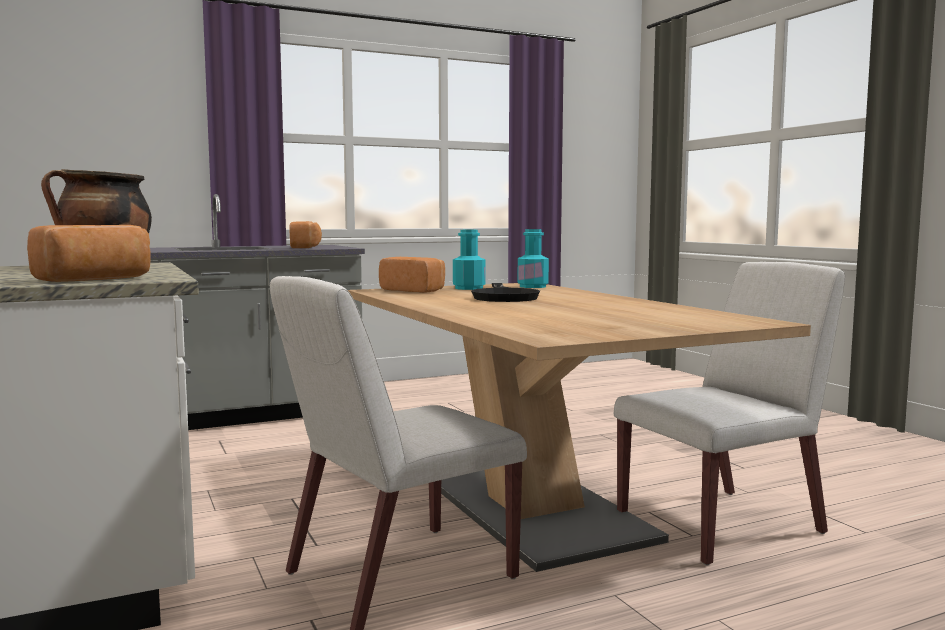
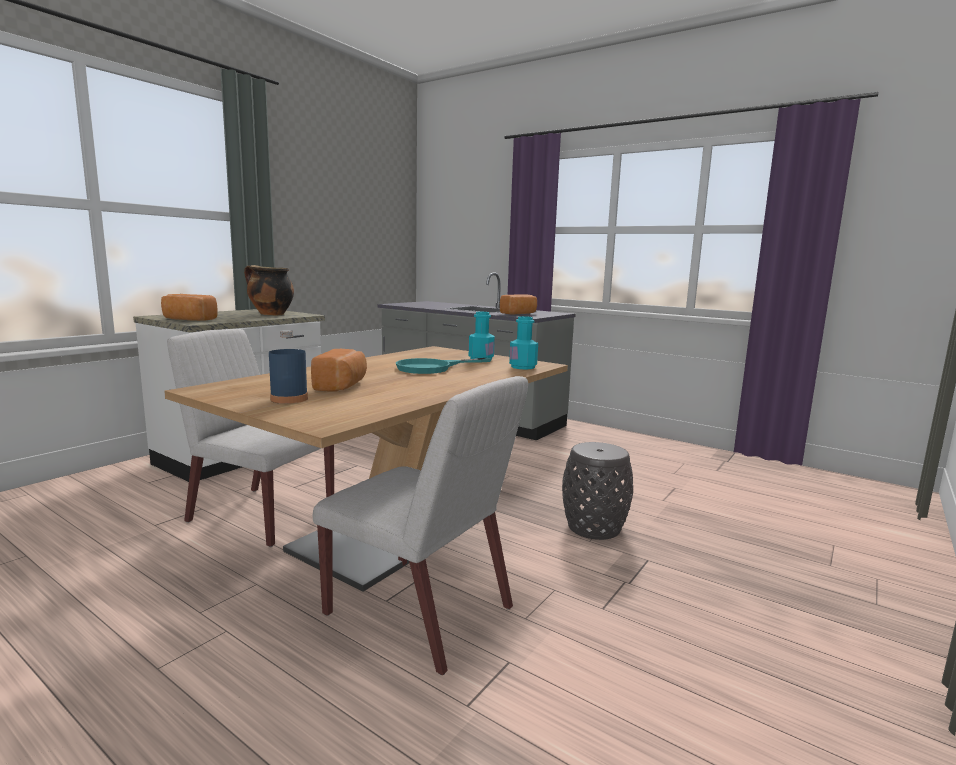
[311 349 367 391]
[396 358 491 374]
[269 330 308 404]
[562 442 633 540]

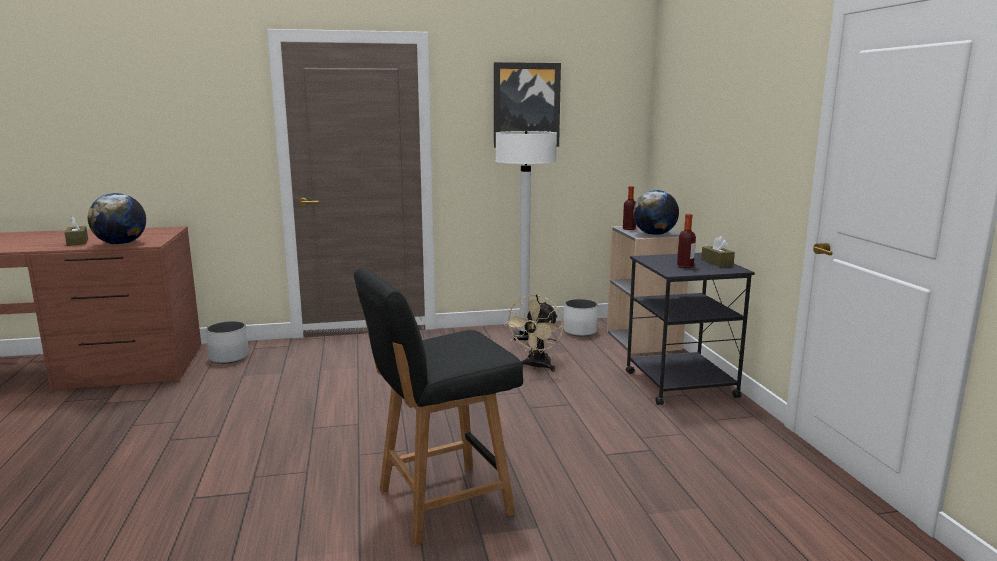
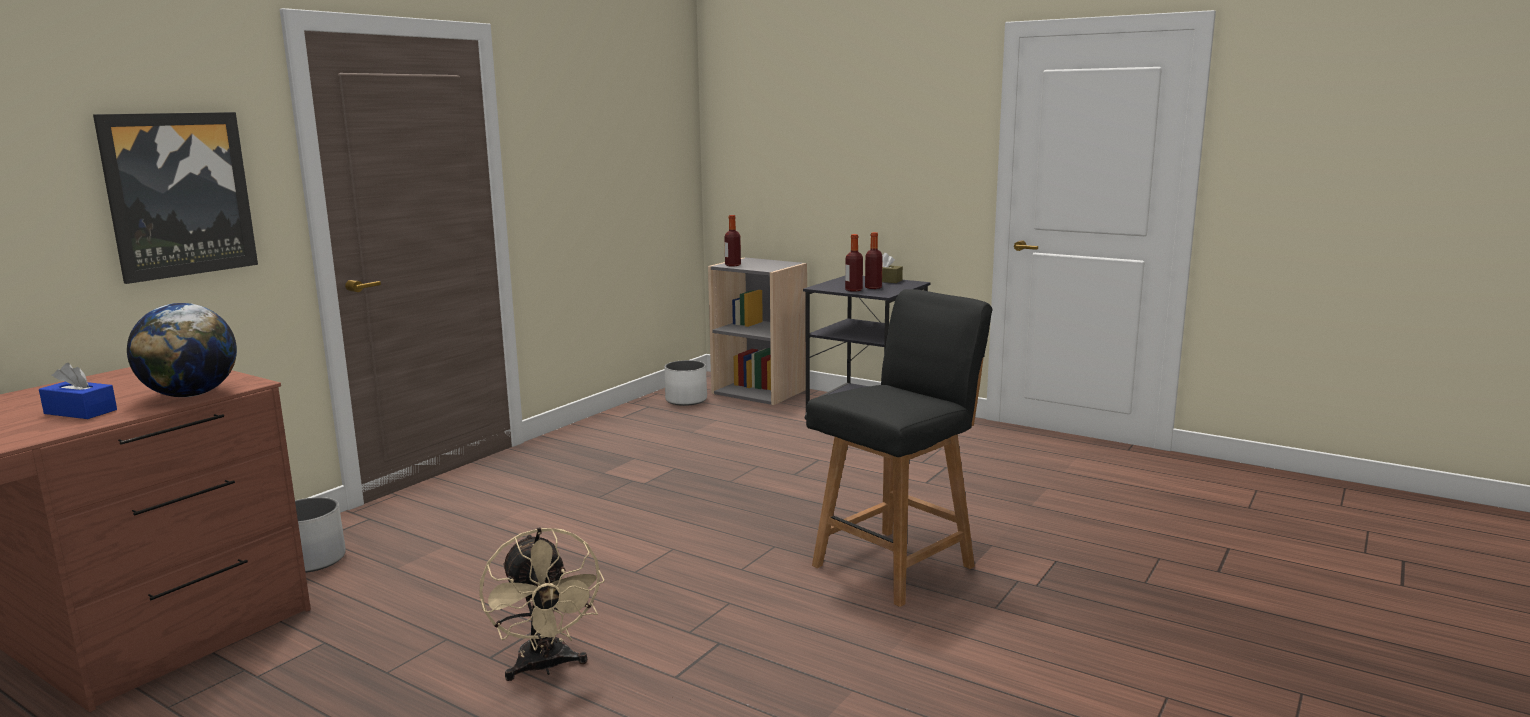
[39 363 117 419]
[806 289 993 607]
[93 112 258 284]
[496 131 557 340] (first image)
[479 527 605 681]
[633 190 679 235] (first image)
[845 234 863 292]

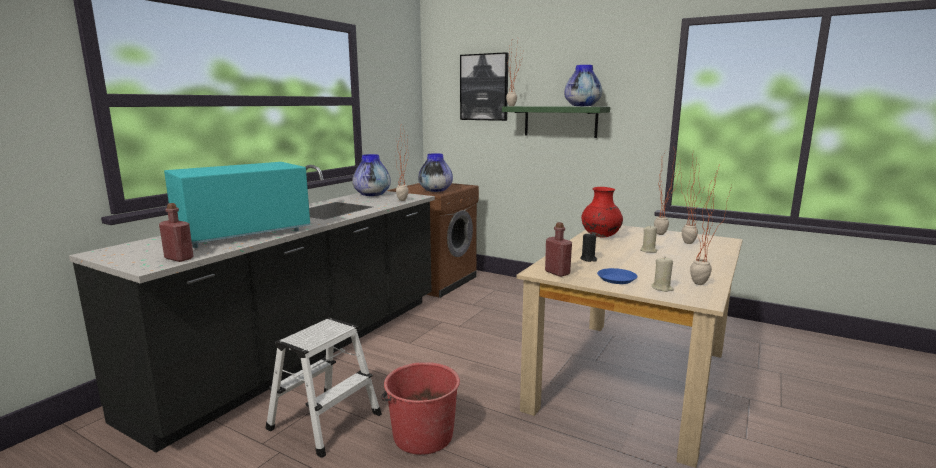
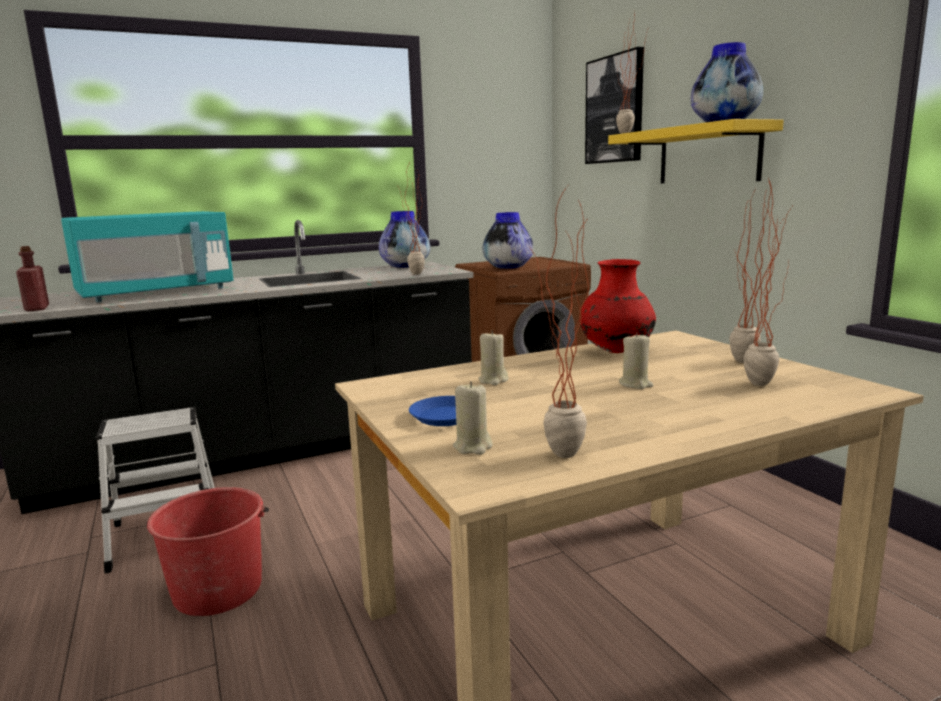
[61 211 233 302]
[608 119 784 183]
[545 222 572 277] (first image)
[478 330 509 385]

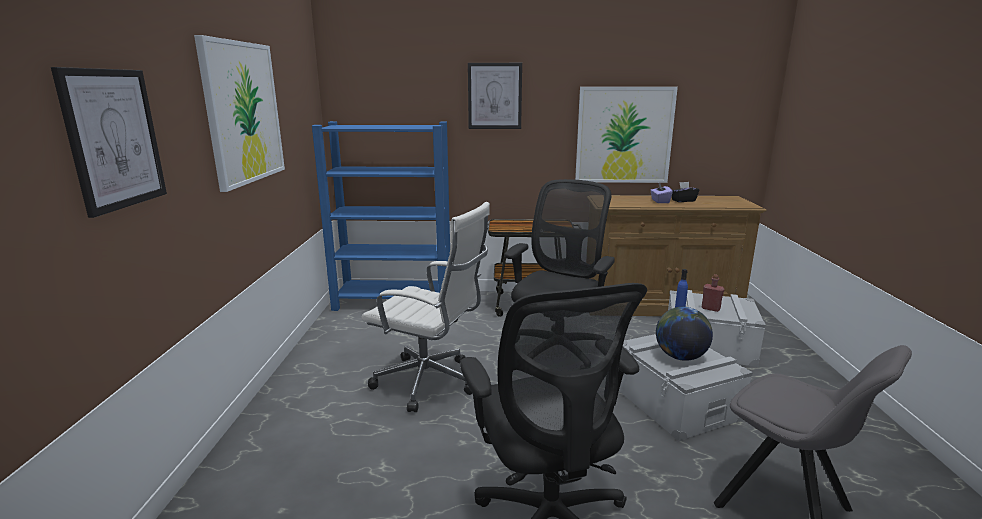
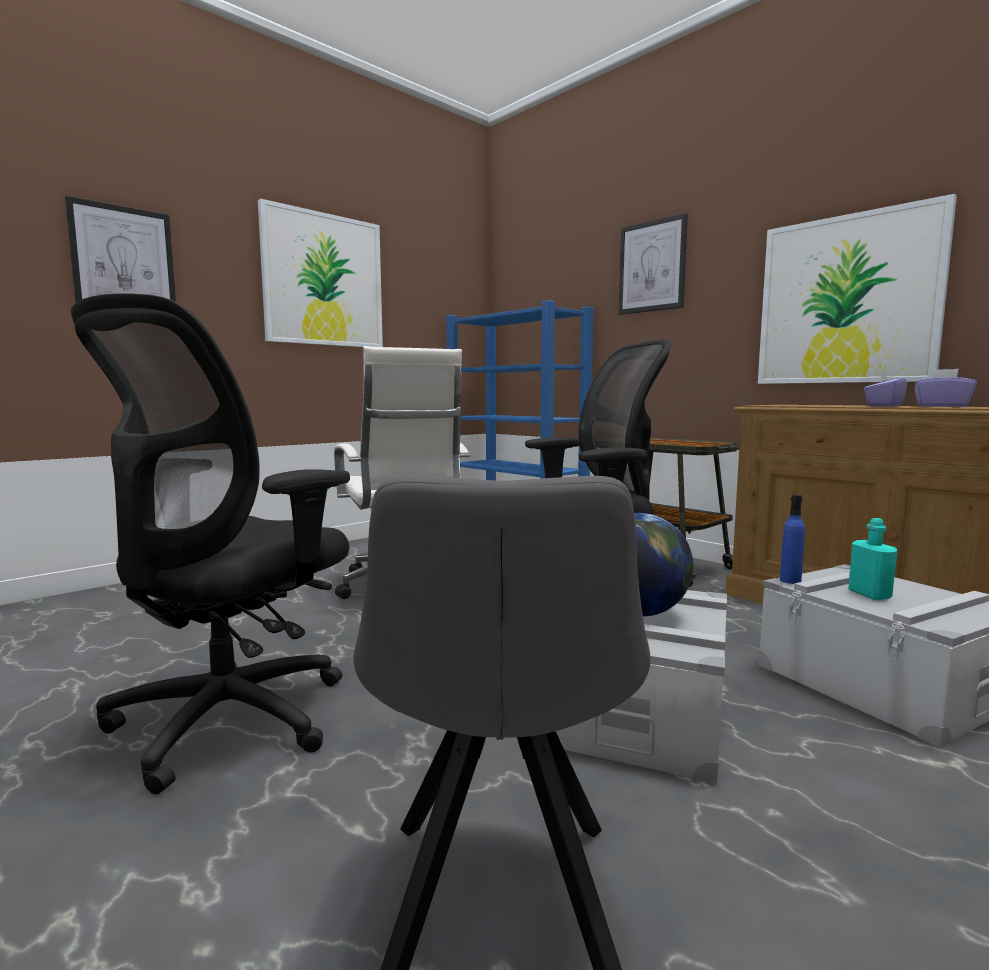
[914 369 977 407]
[849 518 898 600]

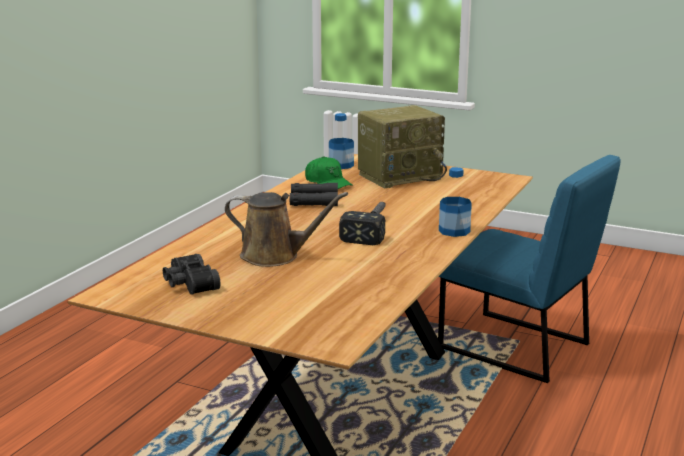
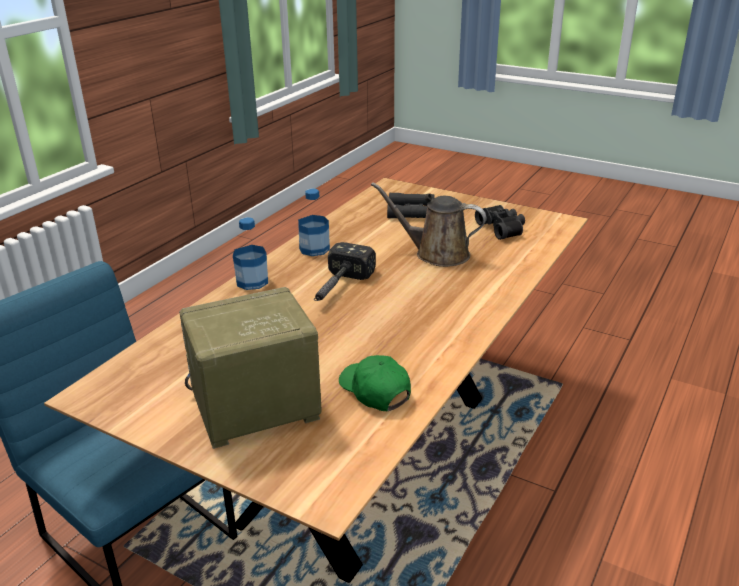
[387 192 434 218]
[298 189 330 256]

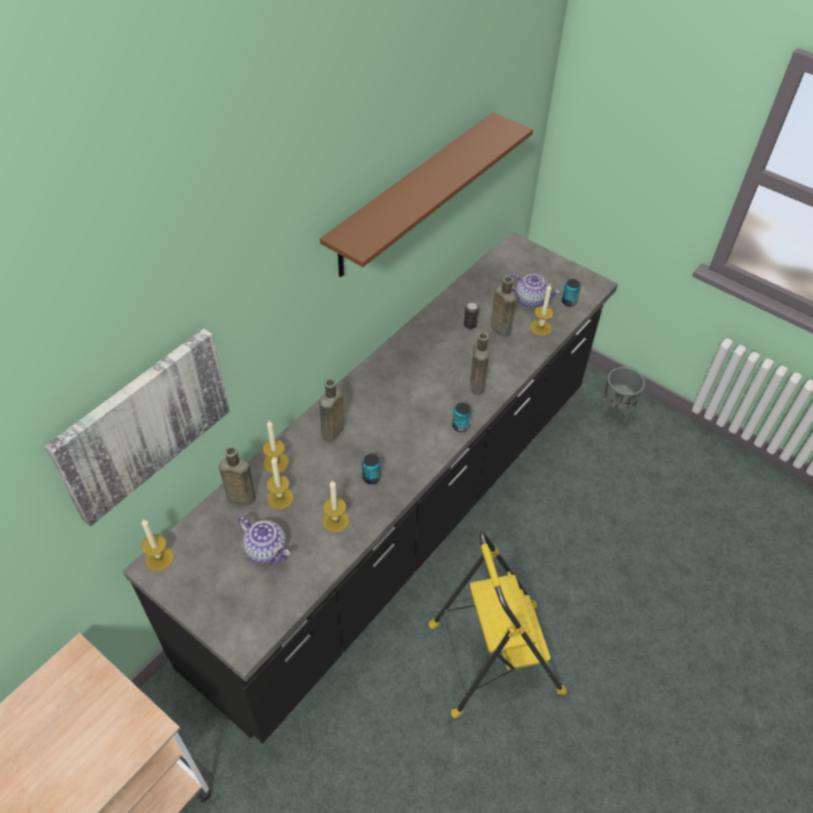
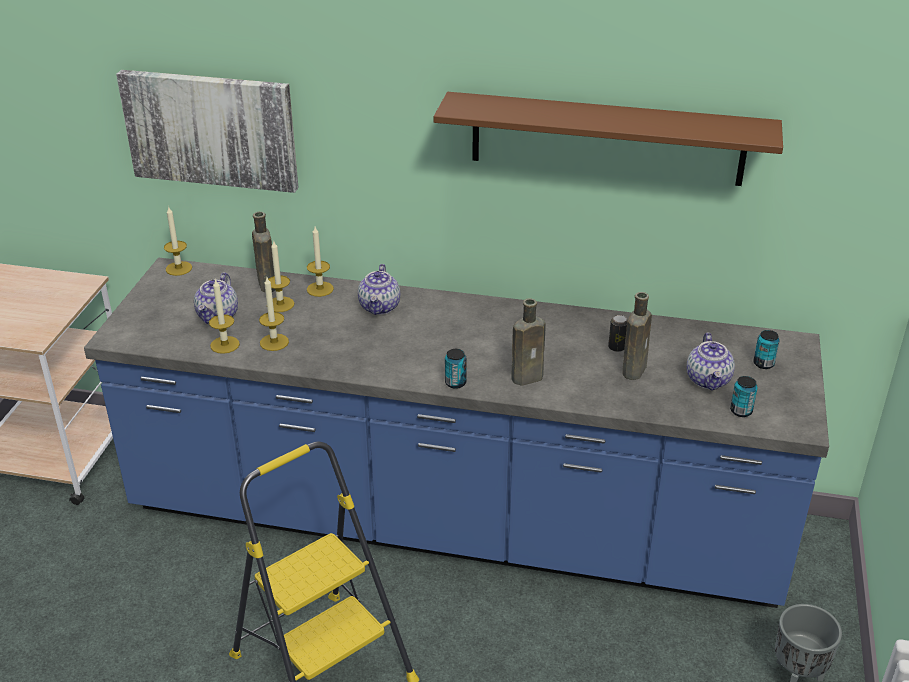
[84 258 829 608]
[358 264 400 315]
[753 330 780 369]
[209 279 240 354]

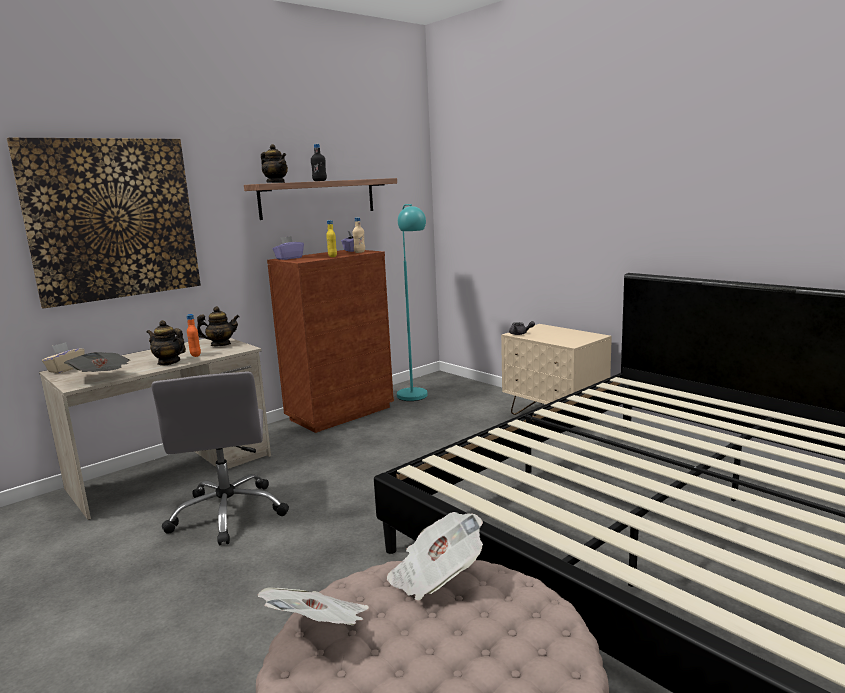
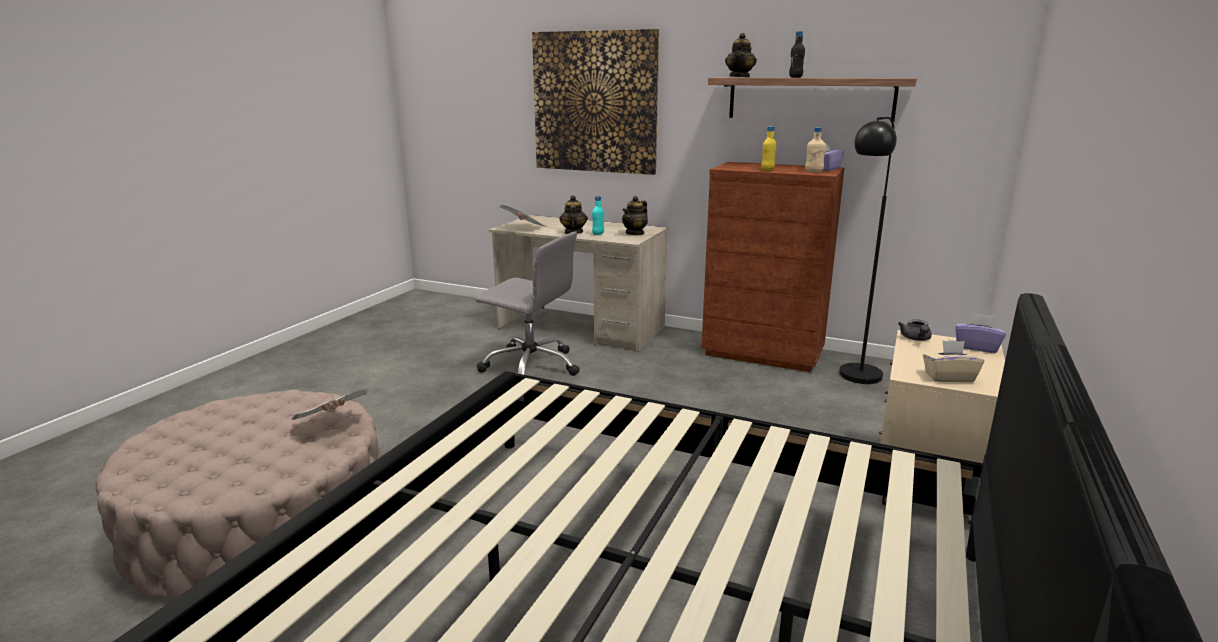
[923 340 984 382]
[476 231 580 376]
[592 196 604 235]
[622 196 648 235]
[258 587 369 625] (first image)
[955 313 1006 353]
[839 117 897 384]

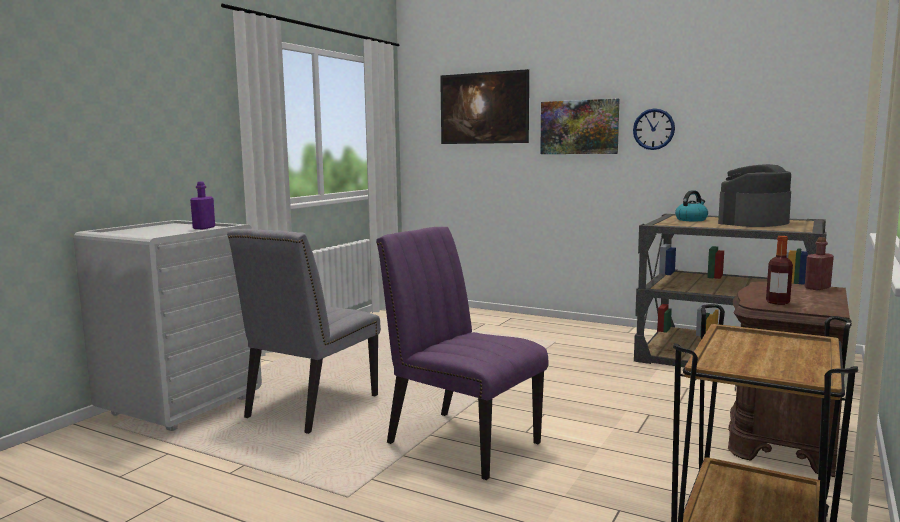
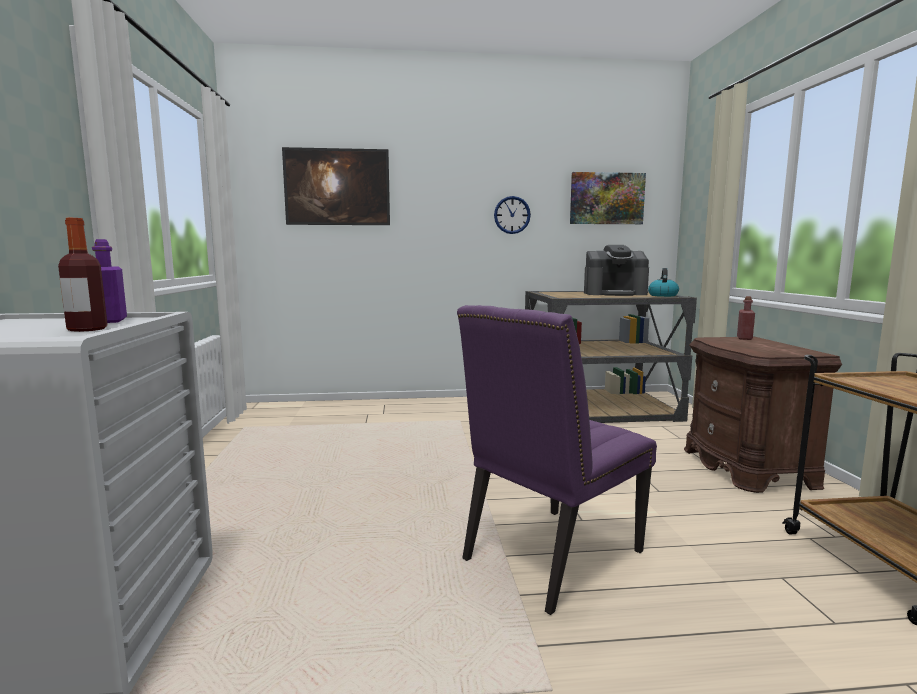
[227 229 381 434] (first image)
[457 305 657 615]
[570 172 646 224]
[648 268 679 297]
[584 245 649 296]
[58 218 108 332]

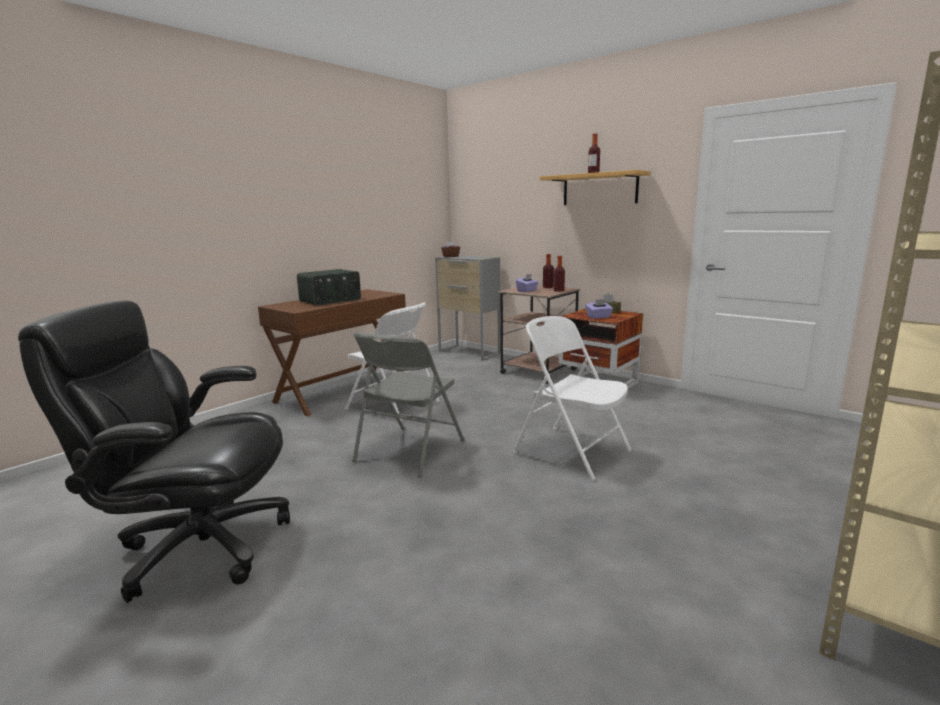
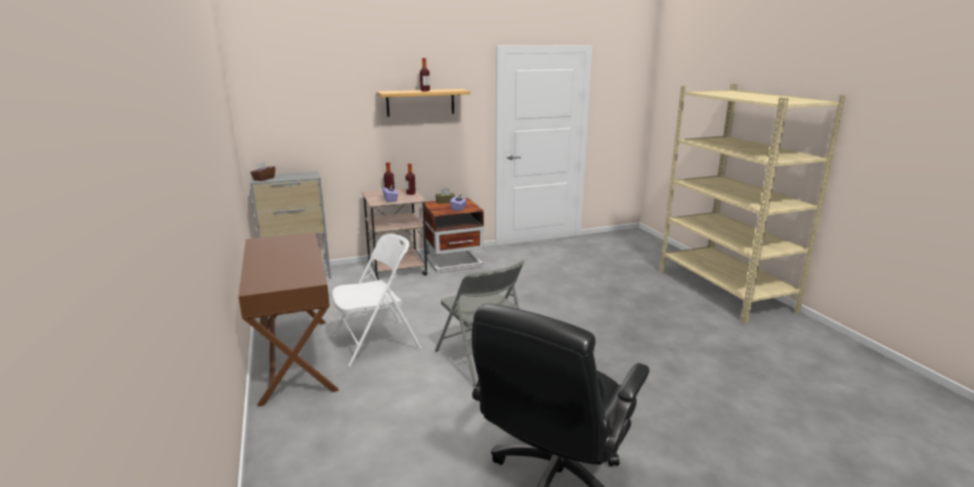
[297 269 361 306] (first image)
[513 316 632 481] (first image)

